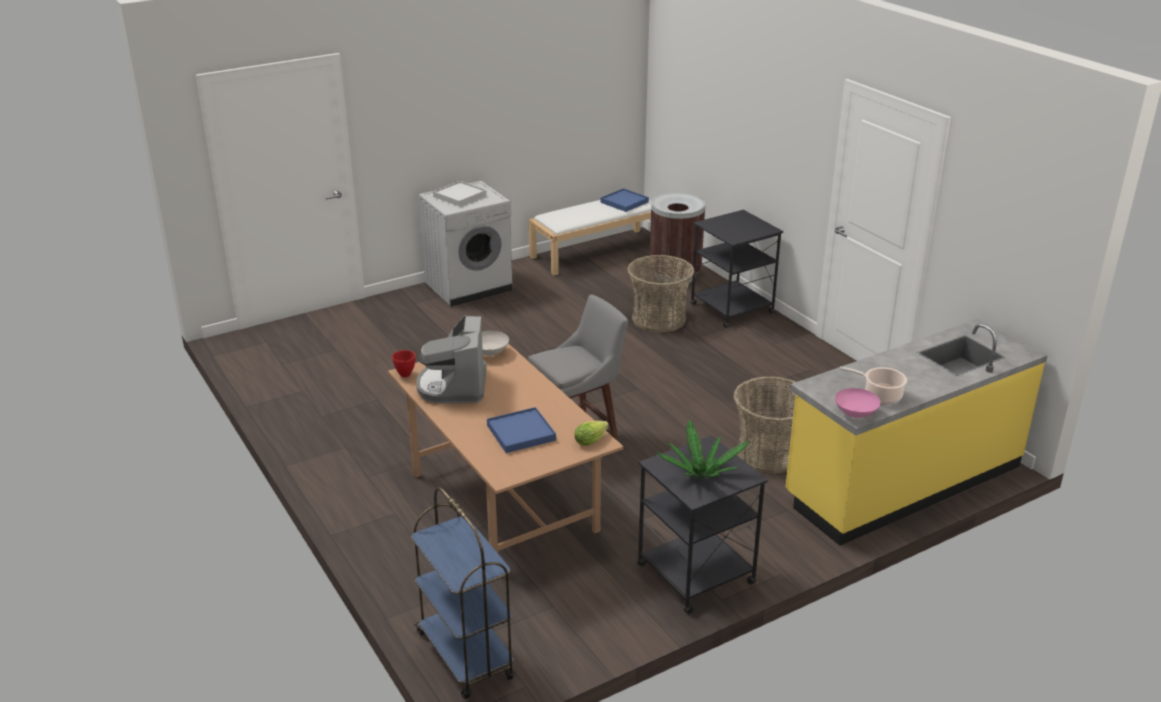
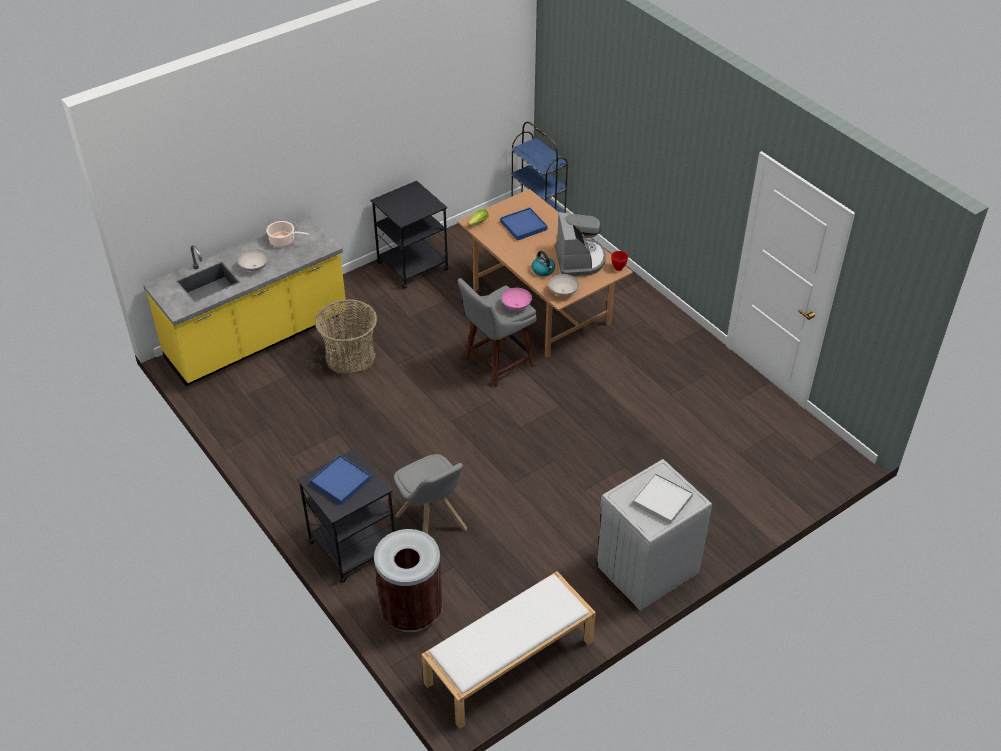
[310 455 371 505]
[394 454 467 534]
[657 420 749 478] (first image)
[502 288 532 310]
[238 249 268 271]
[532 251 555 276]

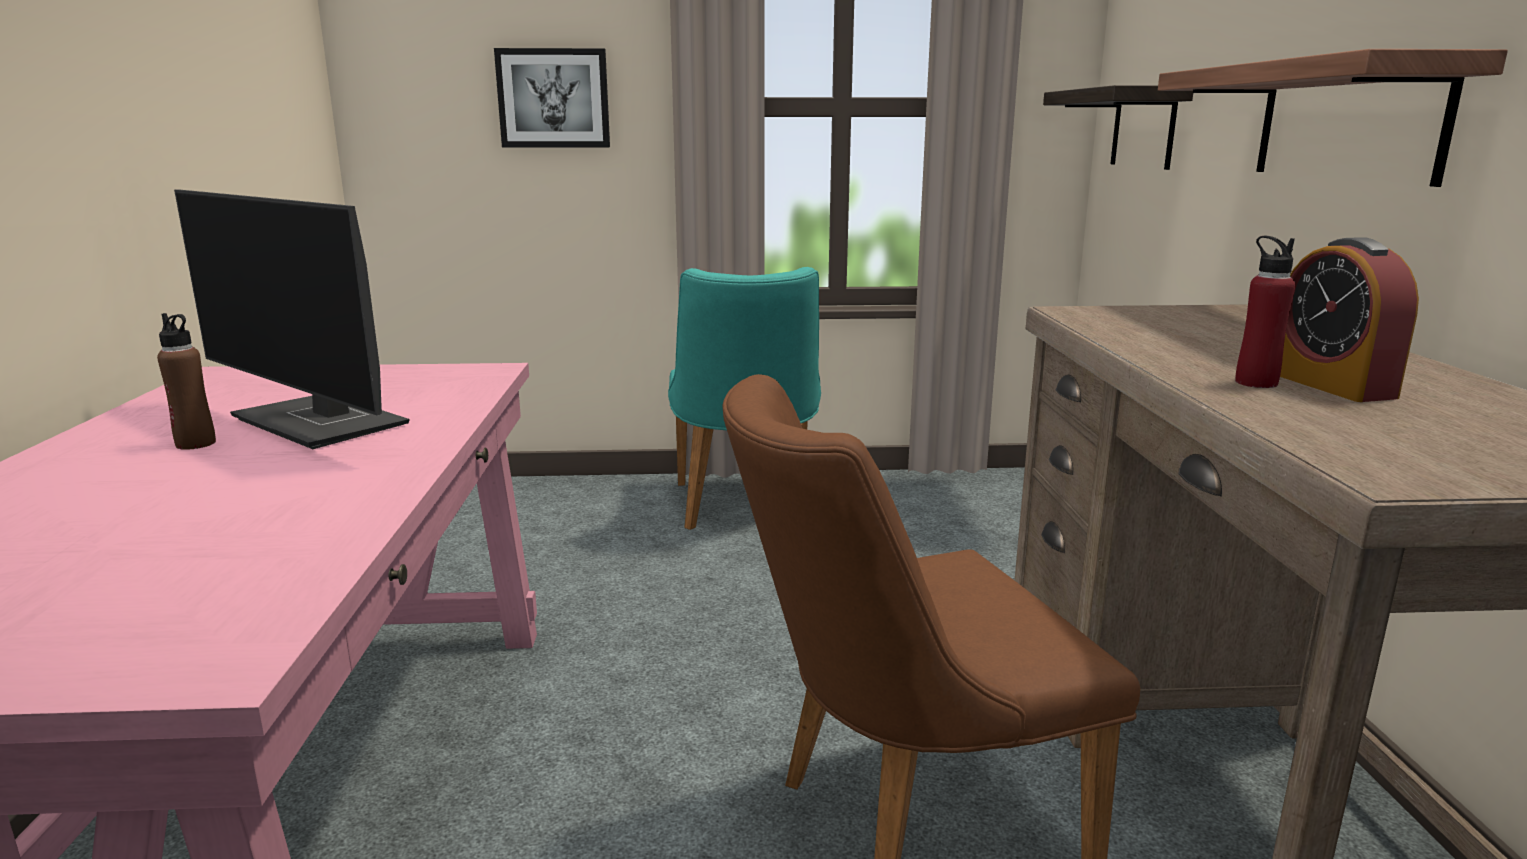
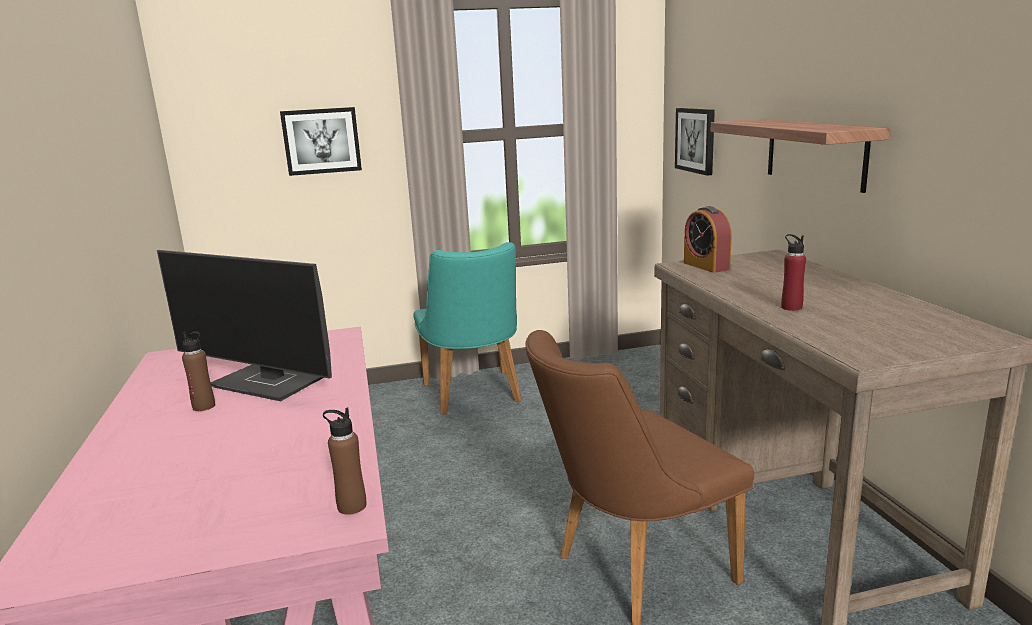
[675 108 715 176]
[684 206 731 273]
[323 407 366 515]

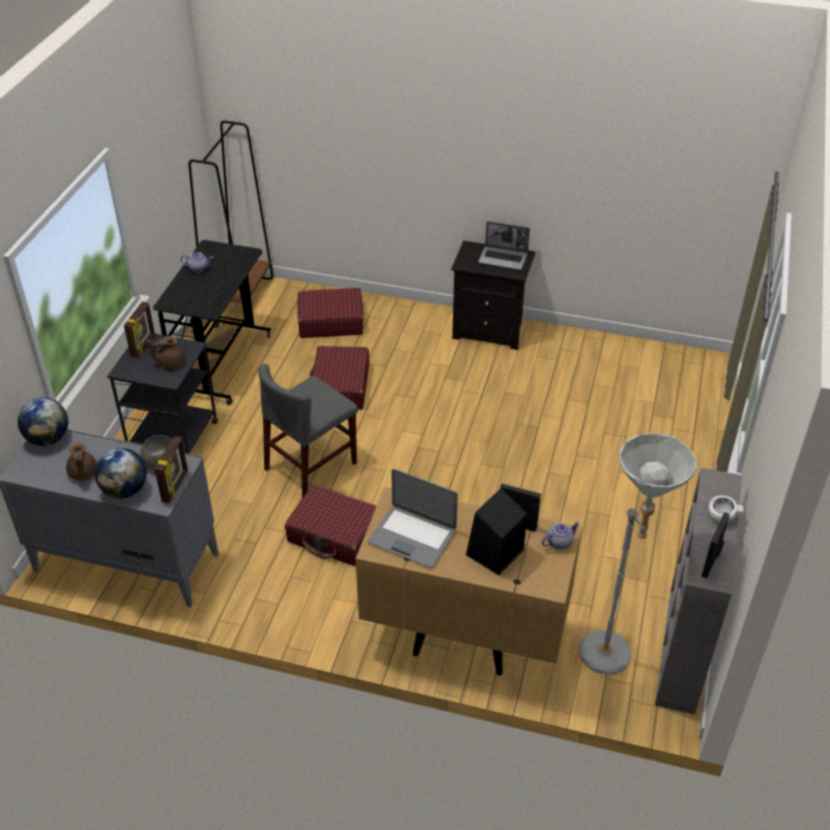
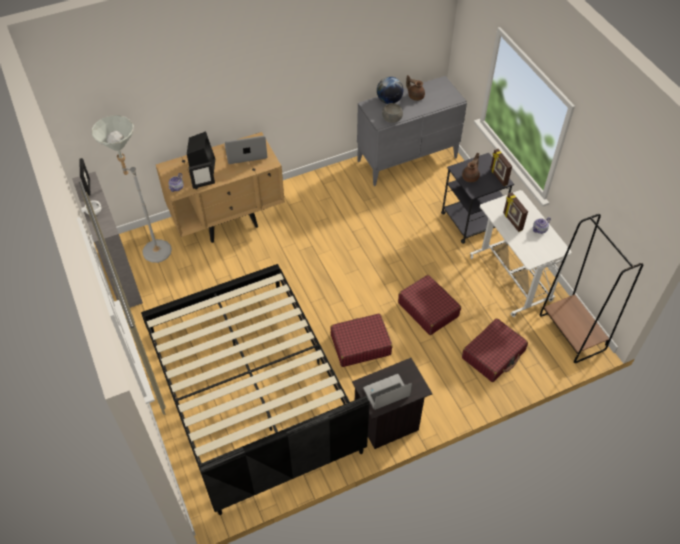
[18 398 68 446] (first image)
[470 190 572 317]
[503 193 528 232]
[259 364 358 498] (first image)
[331 313 392 367]
[141 264 370 515]

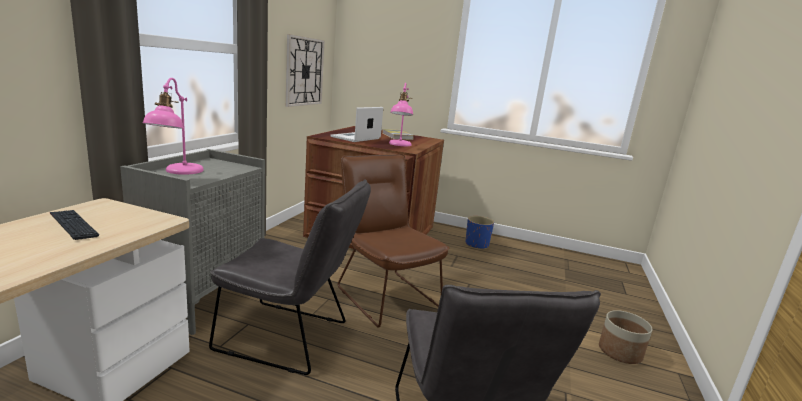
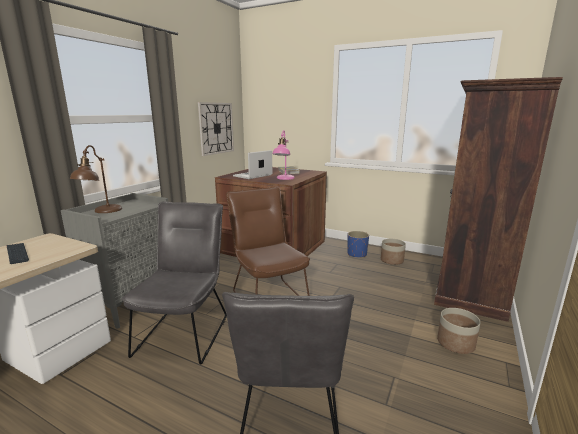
[70 145 122 213]
[122 201 227 365]
[381 239 406 265]
[434 77 563 322]

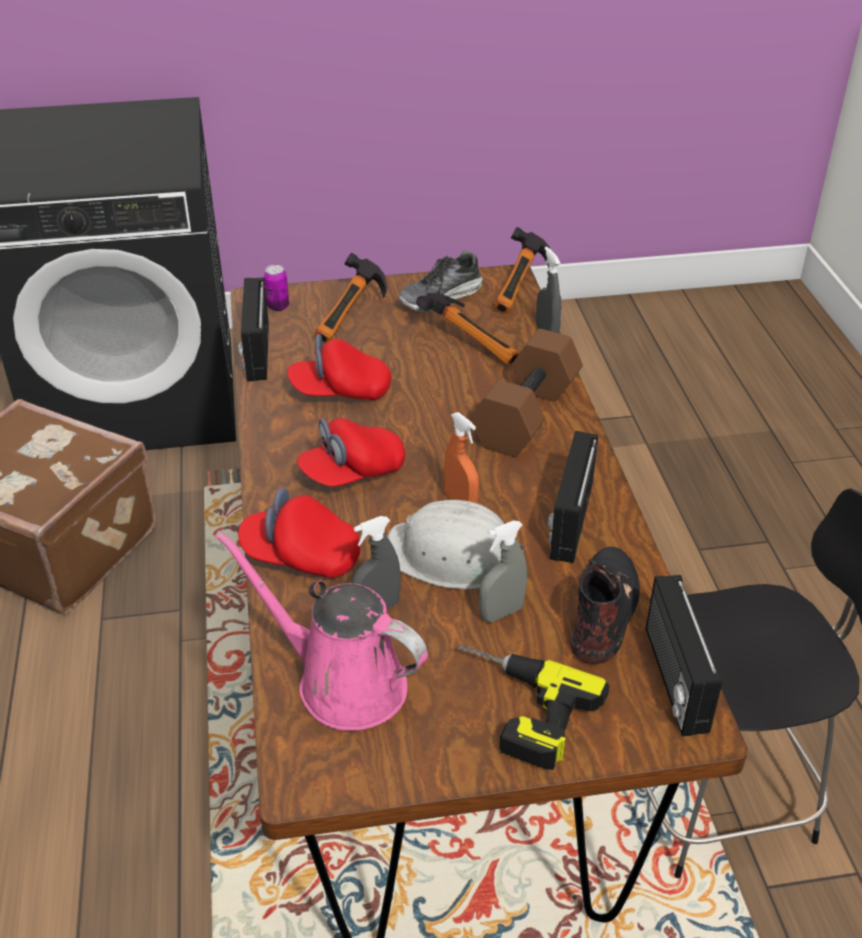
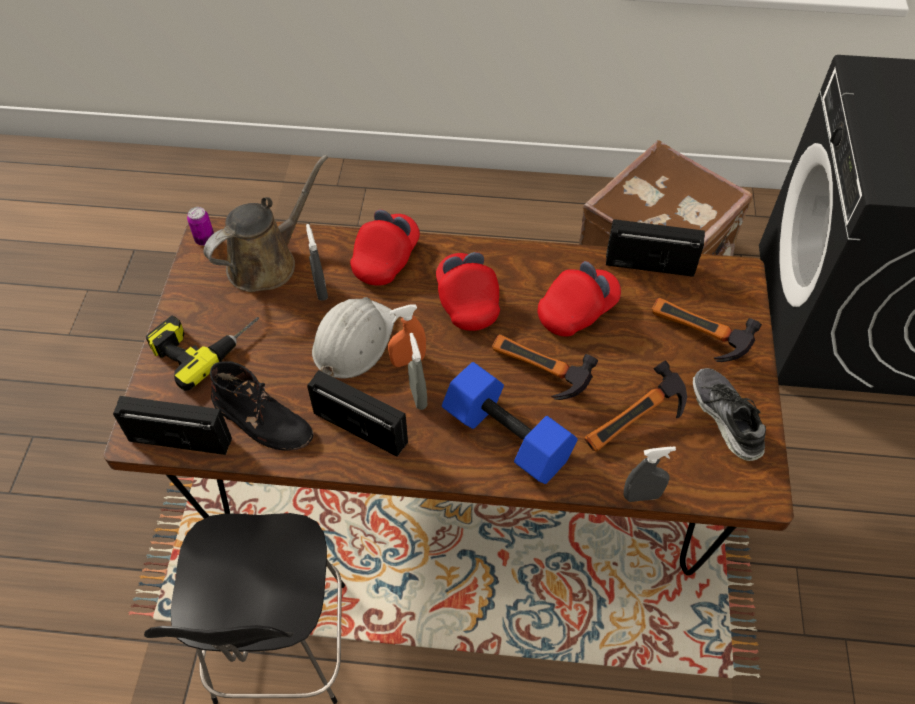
[204 155 328 292]
[187 207 214 246]
[538 261 621 336]
[442 362 578 484]
[408 333 427 410]
[492 334 598 400]

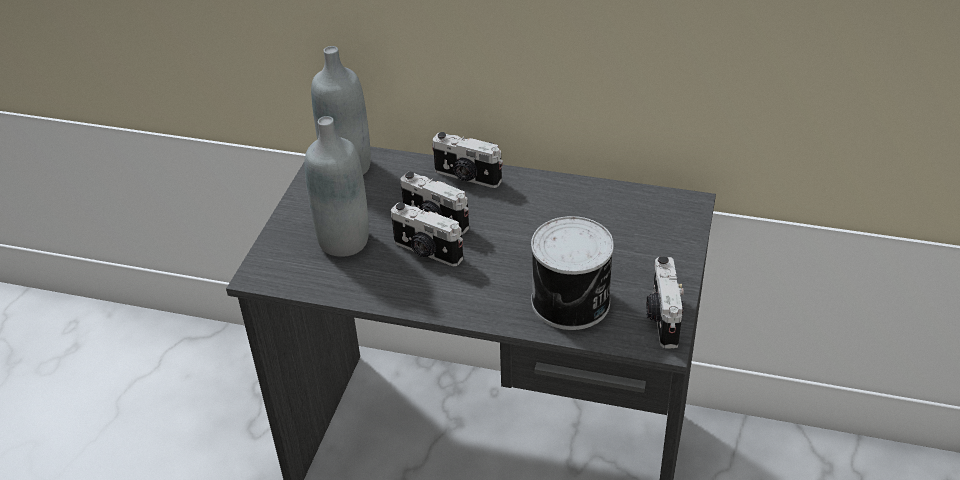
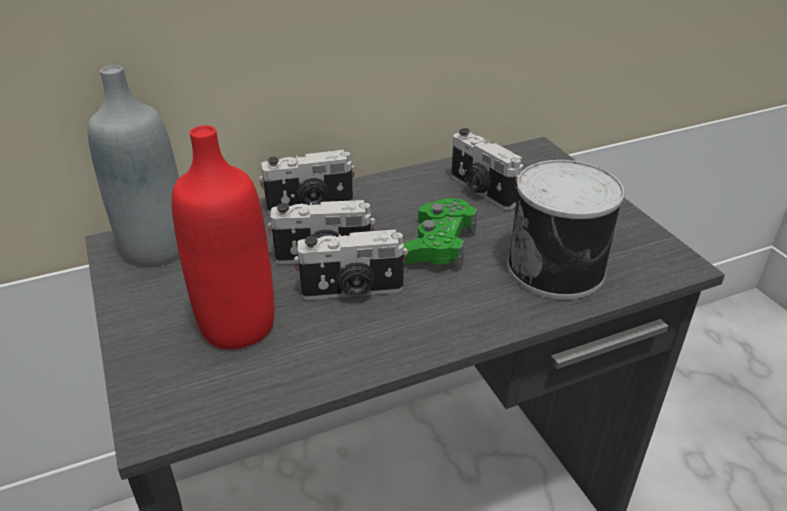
[171 125 274 350]
[451 128 523 210]
[403 198 477 270]

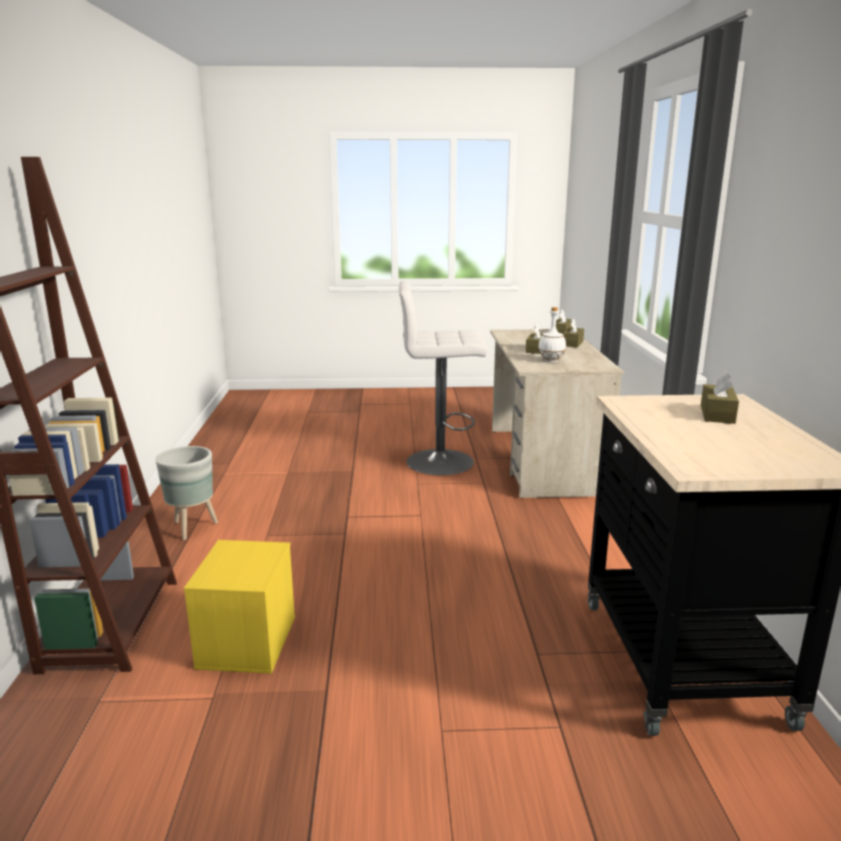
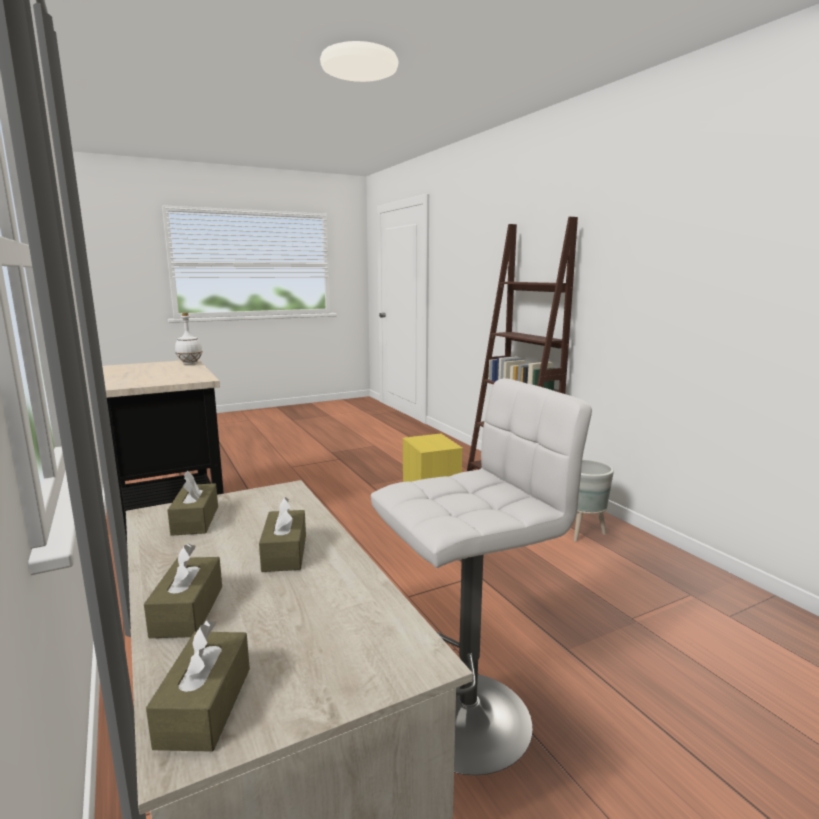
[175 313 203 365]
[167 471 218 536]

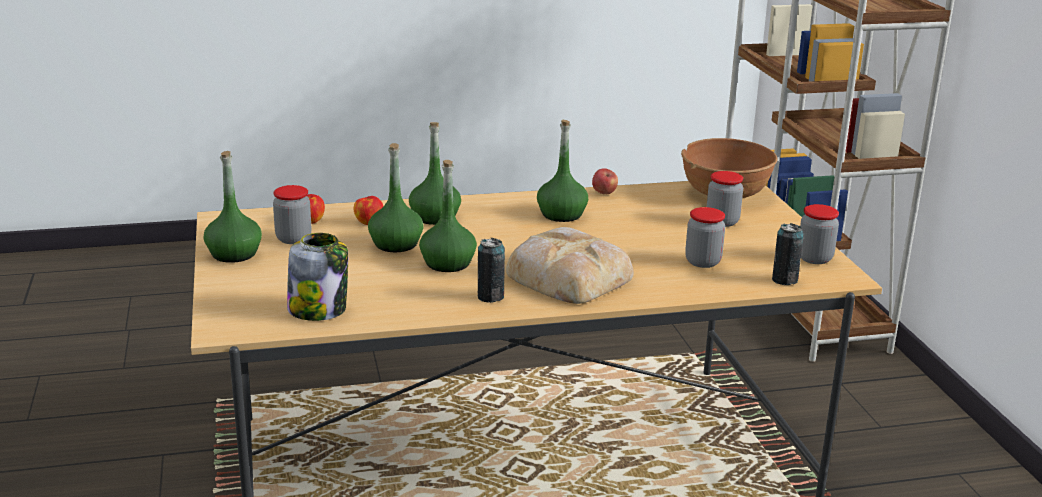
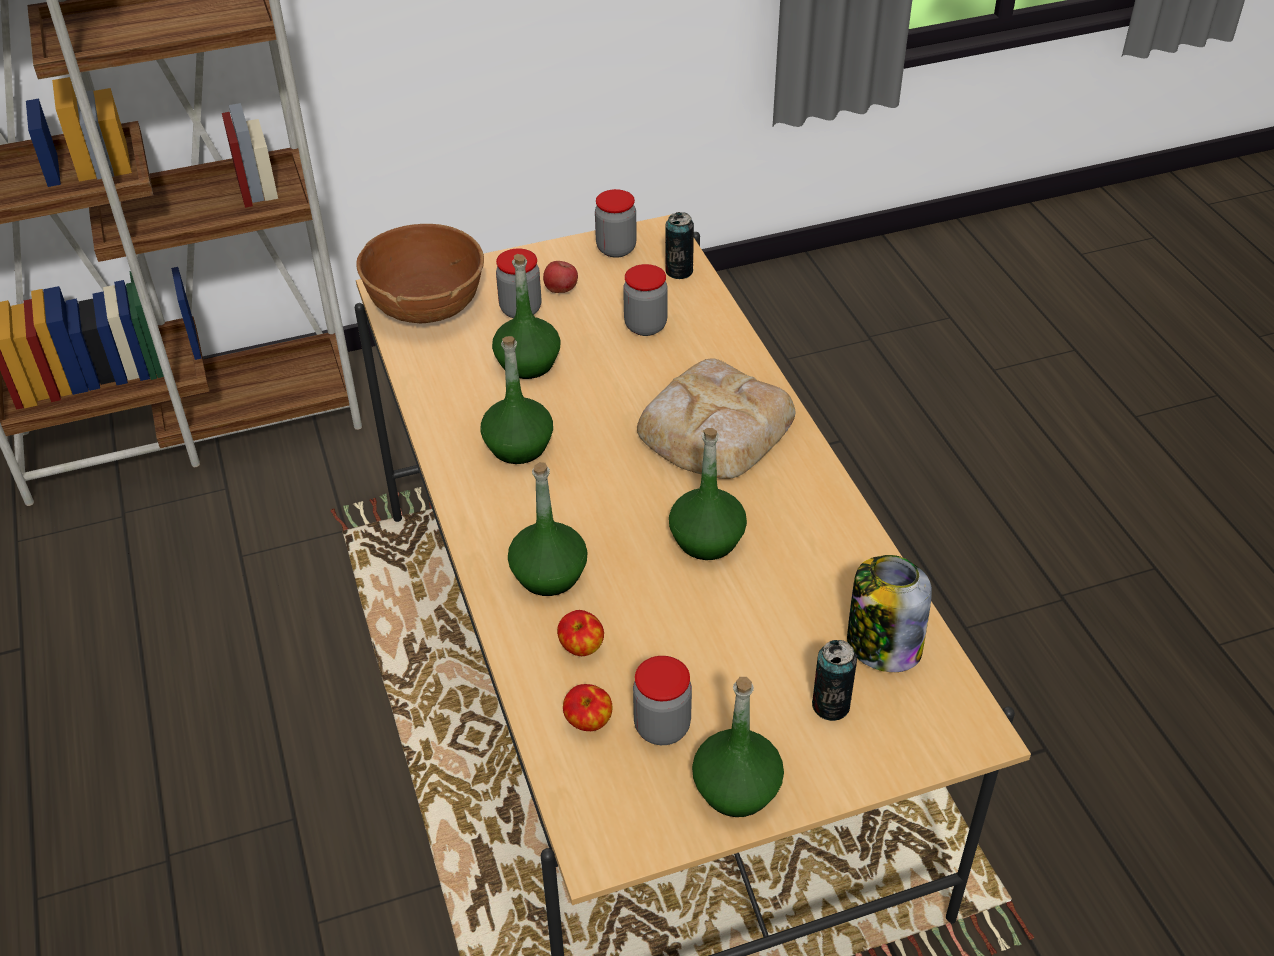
[492 254 561 379]
[812 640 857 721]
[543 261 578 293]

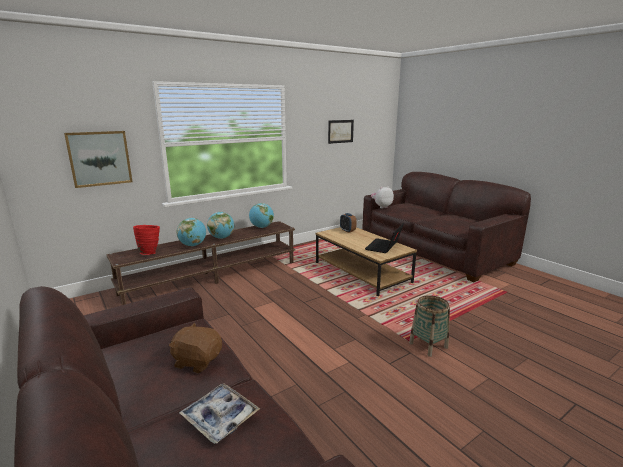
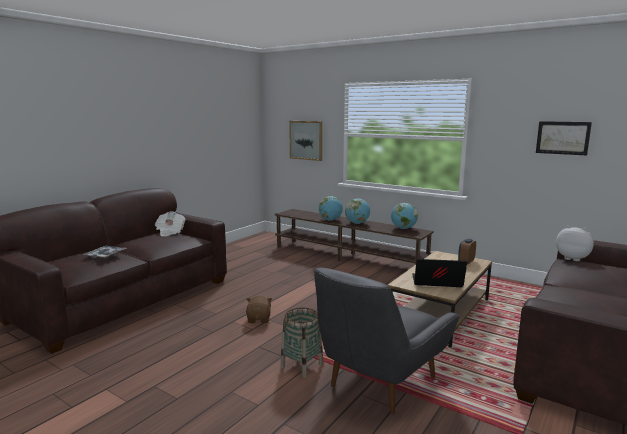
[133 225 160 255] (first image)
[246 296 272 323]
[155 212 186 236]
[314 268 459 415]

